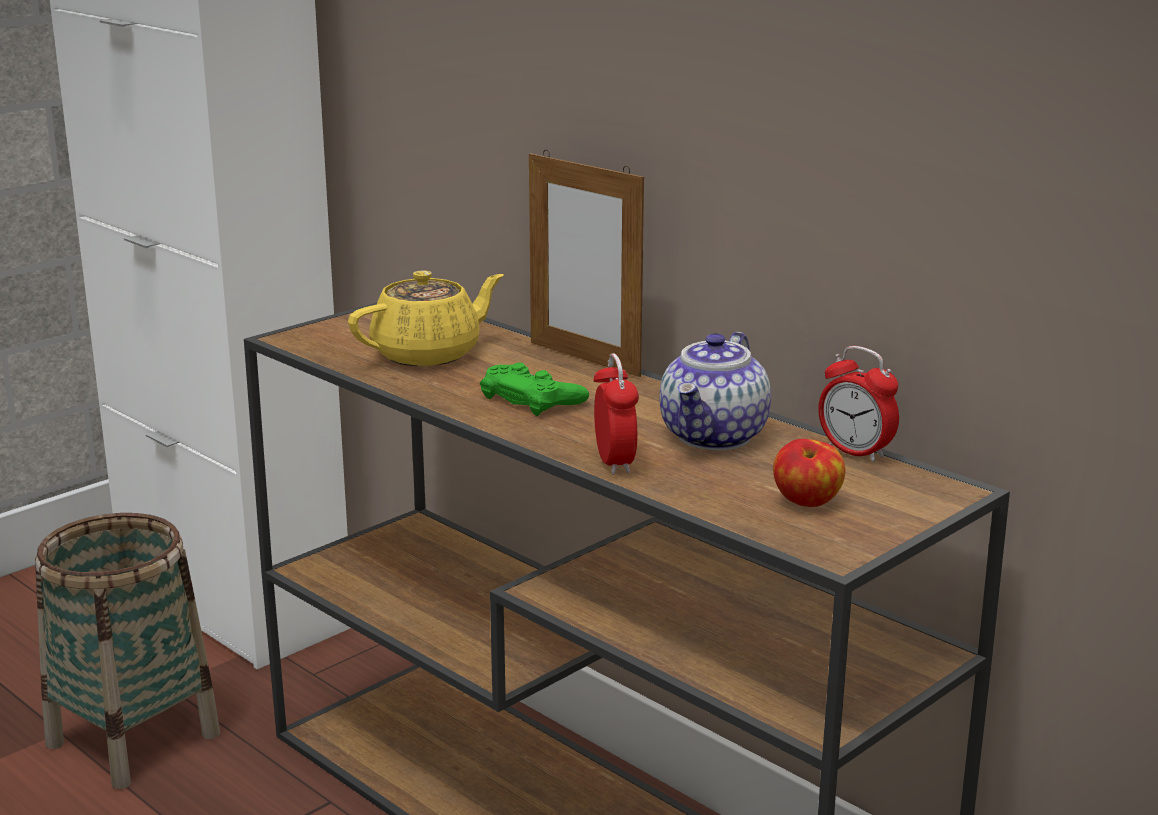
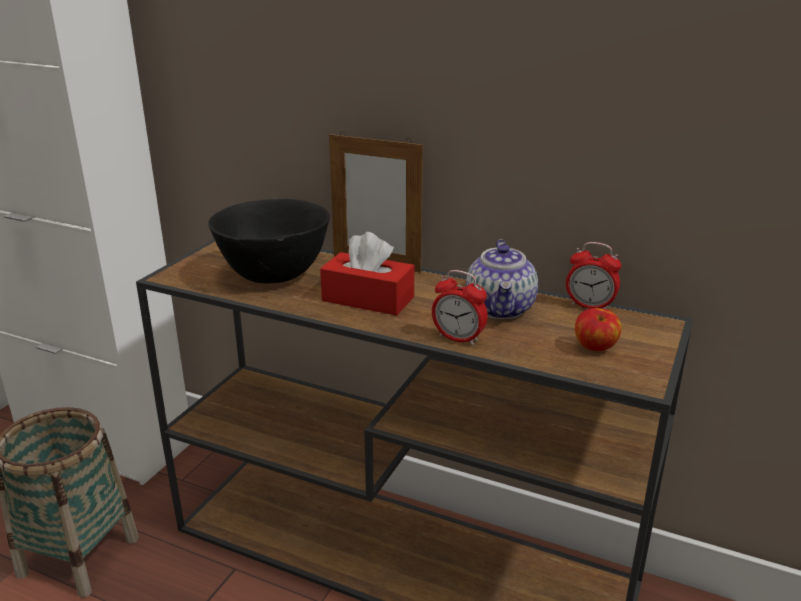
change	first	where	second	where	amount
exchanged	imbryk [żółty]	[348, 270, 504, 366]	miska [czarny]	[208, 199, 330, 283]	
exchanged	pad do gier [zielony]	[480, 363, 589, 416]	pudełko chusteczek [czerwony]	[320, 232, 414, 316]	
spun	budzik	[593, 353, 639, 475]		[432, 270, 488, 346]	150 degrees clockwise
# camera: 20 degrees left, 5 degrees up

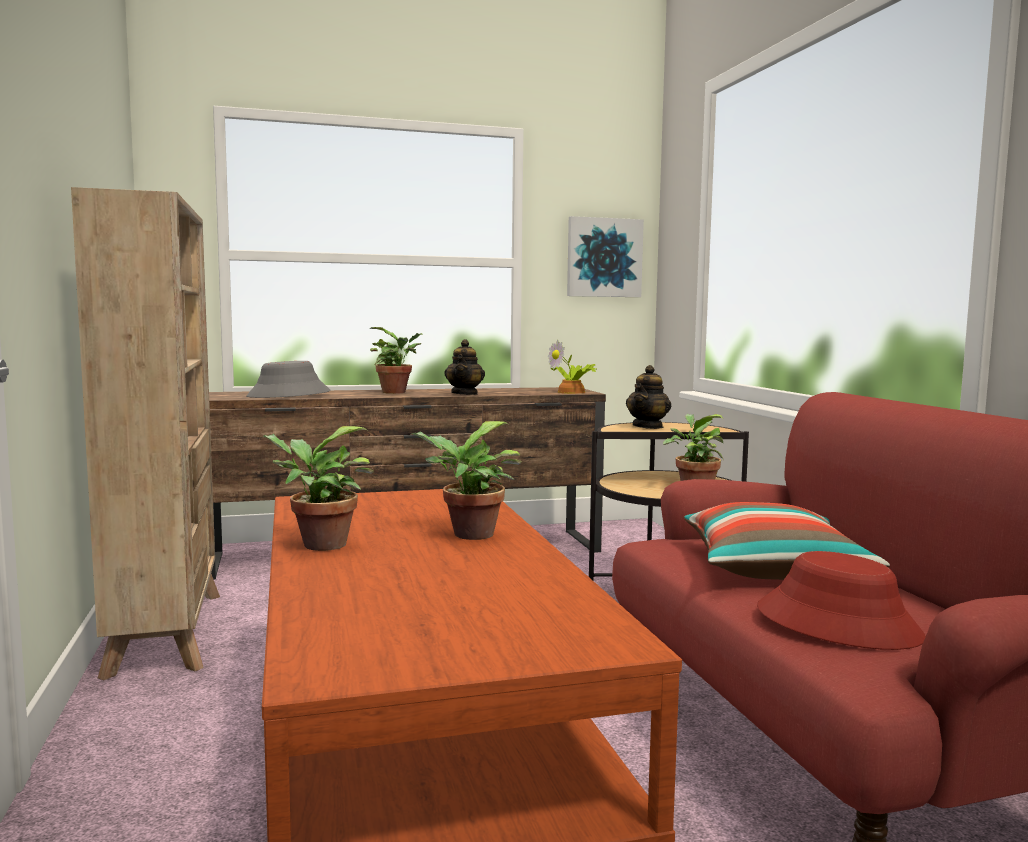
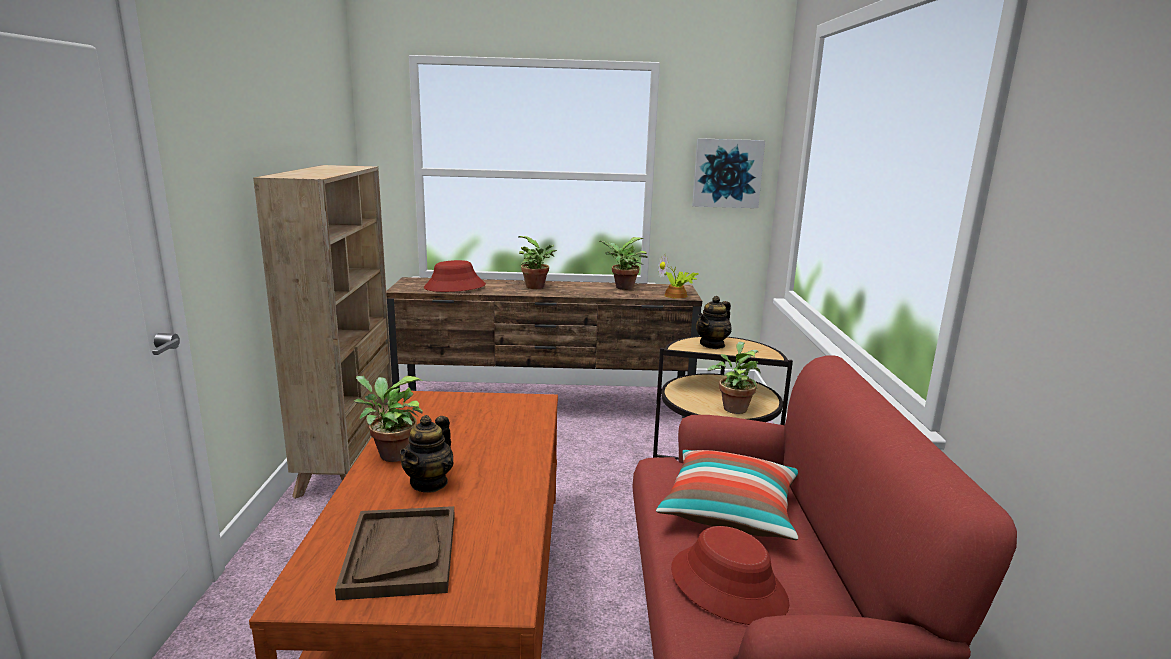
change	first	where	second	where	amount
appeared			taca [brązowy]	[335, 506, 455, 600]	
relocated	imbryk	[444, 339, 485, 395]		[400, 415, 454, 492]	
colour	kapelusz [szary]	[247, 361, 331, 398]	kapelusz [czerwony]	[424, 260, 486, 292]	
relocated	roślina doniczkowa	[410, 421, 522, 540]		[599, 237, 648, 290]	
# camera: 15 degrees right, 10 degrees up

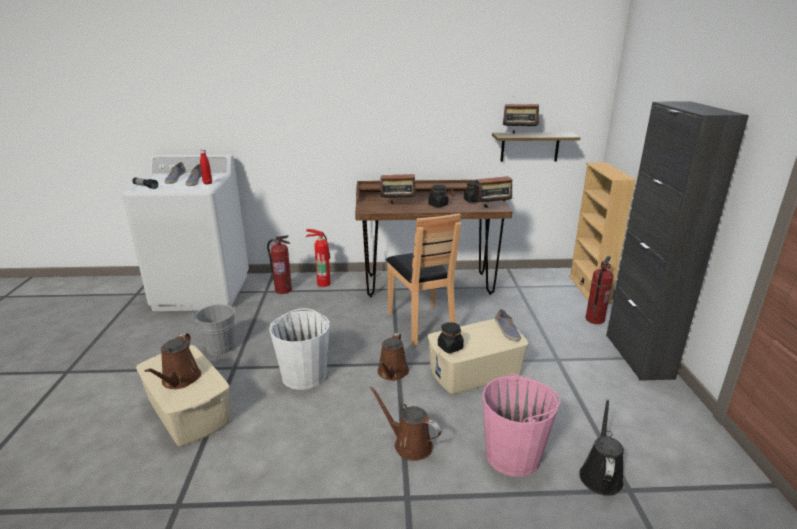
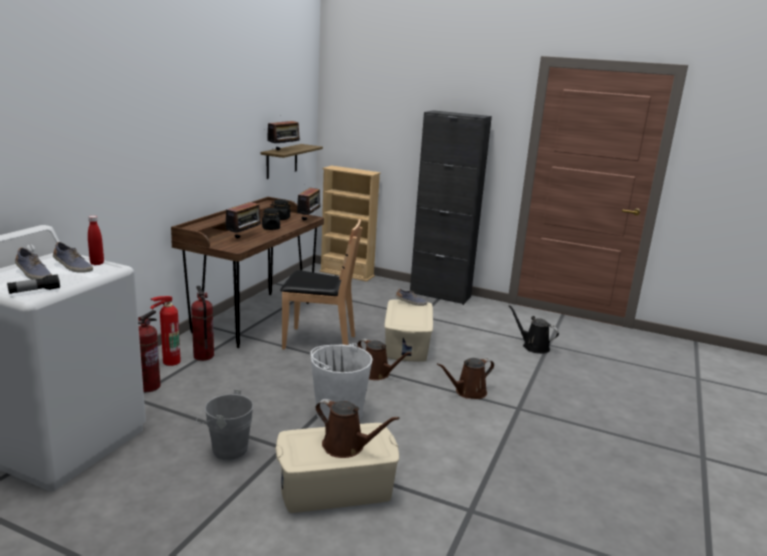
change	first	where	second	where	amount
relocated	gaśnica	[585, 256, 613, 324]		[191, 286, 214, 361]	
missing	słoik [czarny]	[438, 322, 464, 353]			
missing	wiadro [różowy]	[482, 373, 561, 477]			
# camera: 65 degrees left, 5 degrees down

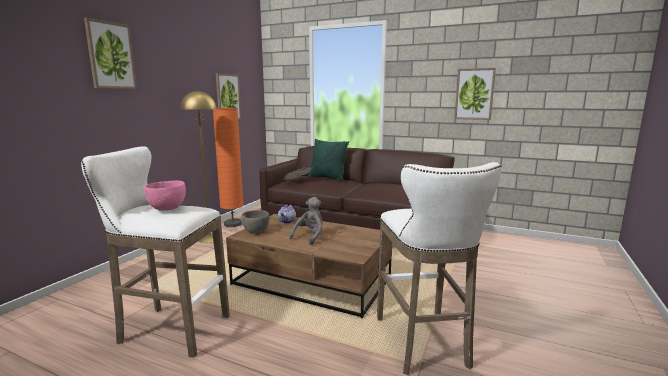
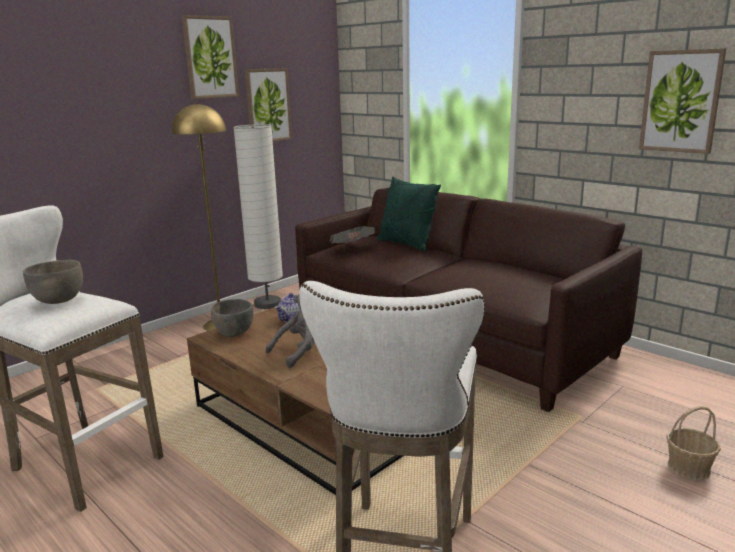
change	first	where	second	where	amount
colour	miska [różowy]	[144, 181, 186, 211]	miska [szary]	[23, 260, 83, 304]	
relocated	obraz	[84, 17, 137, 89]		[182, 15, 239, 99]	
colour	lampa stojąca [pomarańczowy]	[213, 108, 243, 227]	lampa stojąca [biały]	[233, 124, 283, 309]	
appeared			koszyk	[666, 406, 721, 480]	
# camera: 20 degrees right, 5 degrees up

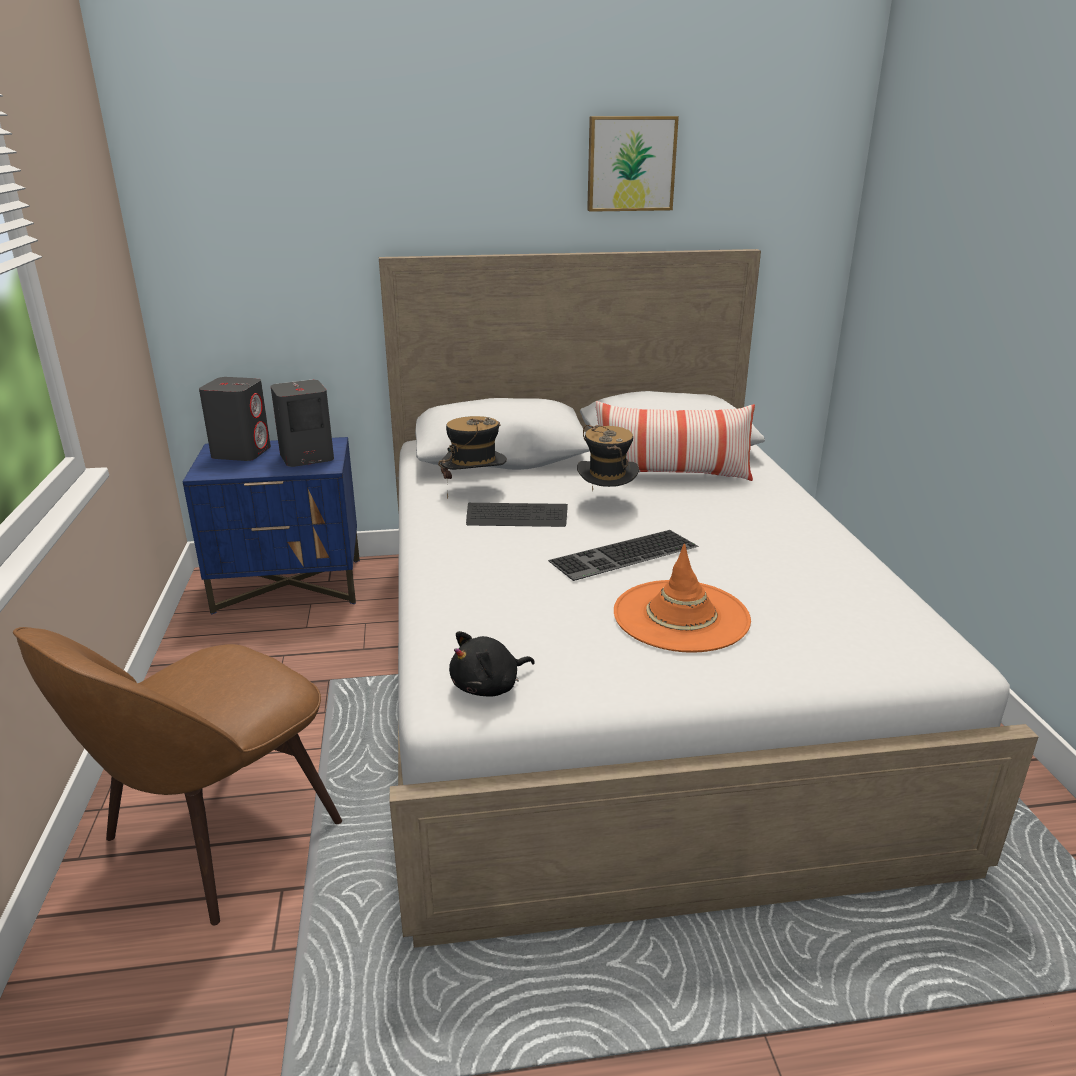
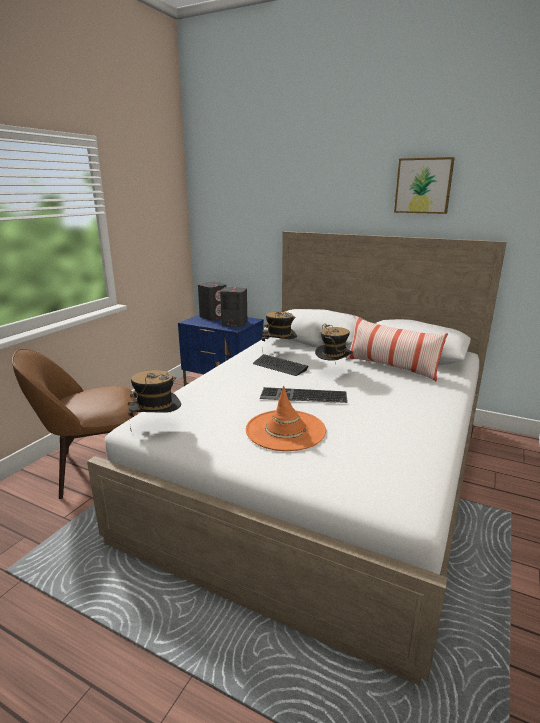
change	first	where	second	where	amount
exchanged	pluszak [czarny]	[449, 631, 535, 696]	kapelusz	[128, 370, 181, 432]	
# camera: 35 degrees right, 5 degrees down

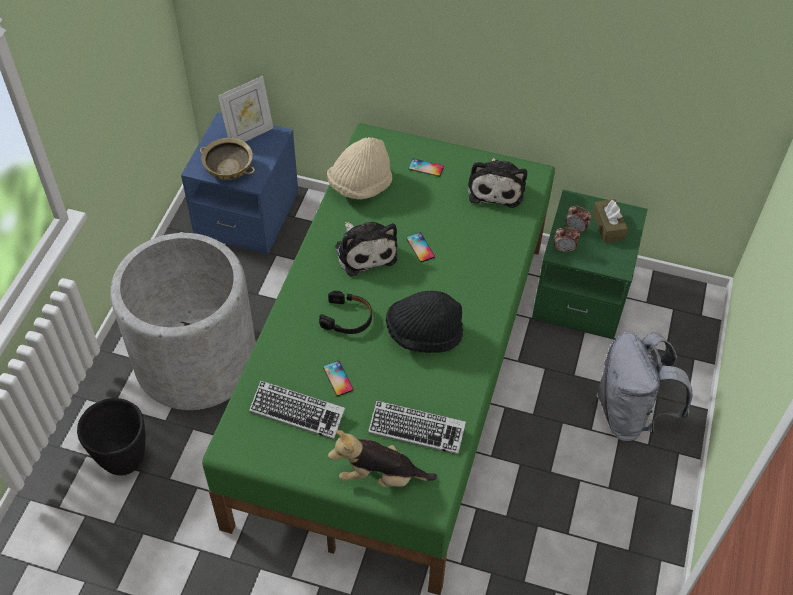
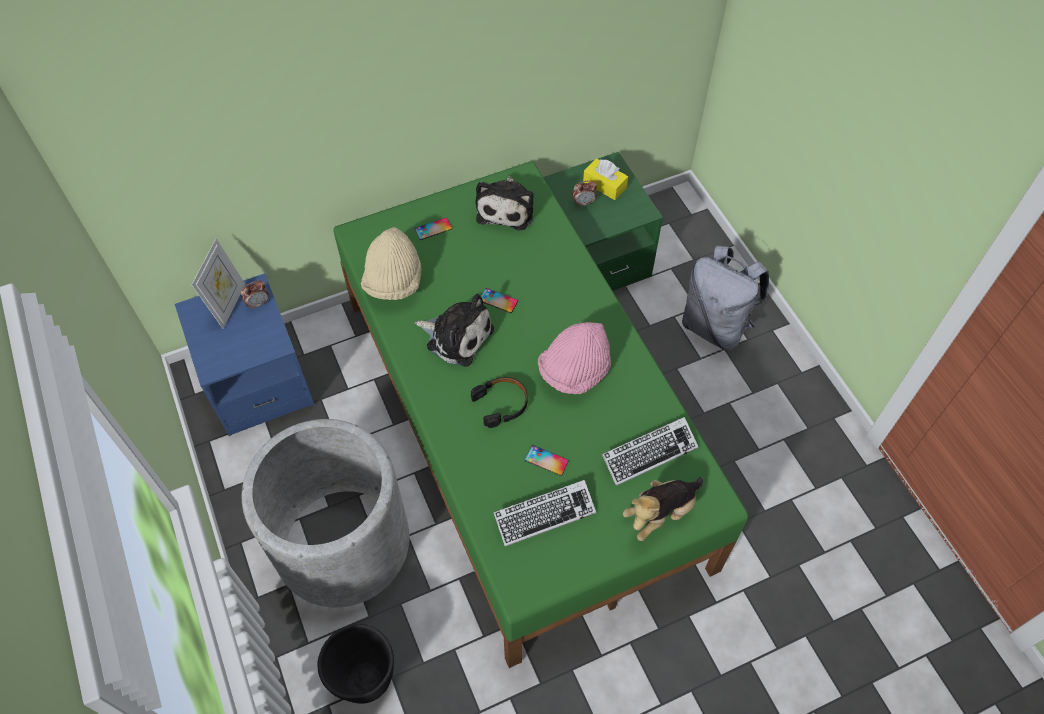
change	first	where	second	where	amount
relocated	budzik	[554, 227, 580, 253]		[241, 281, 269, 310]	
spun	pluszak	[468, 158, 527, 208]		[475, 176, 533, 231]	45 degrees clockwise
colour	kapelusz [czarny]	[386, 290, 463, 353]	kapelusz [różowy]	[538, 322, 611, 394]	
colour	pudełko chusteczek [brązowy]	[592, 199, 628, 243]	pudełko chusteczek [żółty]	[583, 159, 628, 200]	
missing	miska [beżowy]	[200, 138, 255, 180]			
# camera: 40 degrees left, 5 degrees up

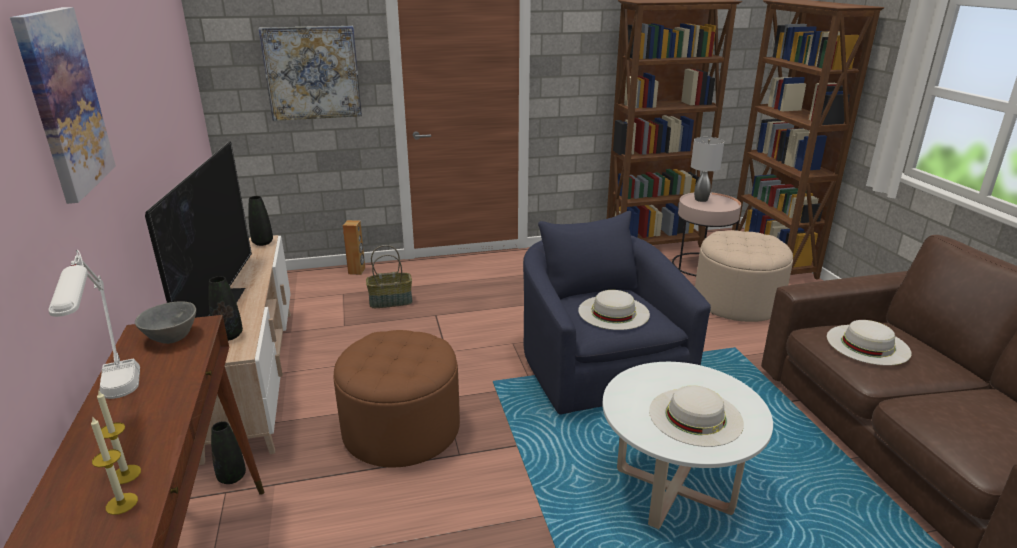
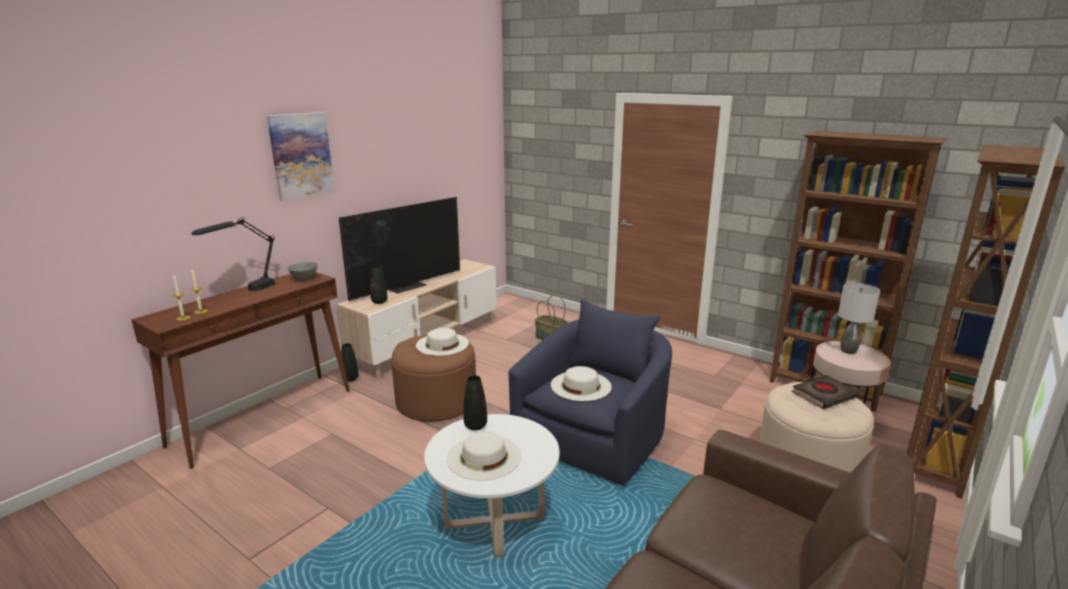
change	first	where	second	where	amount
colour	lampa stołowa [biały]	[48, 250, 140, 399]	lampa stołowa [czarny]	[191, 217, 276, 291]	
relocated	kapelusz [biały]	[827, 320, 912, 365]		[416, 328, 469, 356]	
relocated	wazon [czarny]	[248, 196, 273, 246]		[463, 375, 487, 430]	
appeared			książka [czarny]	[792, 375, 859, 409]	
missing	obraz	[258, 26, 362, 121]			
missing	głośnik [brązowy]	[343, 220, 365, 275]			
# camera: 50 degrees right, 5 degrees down

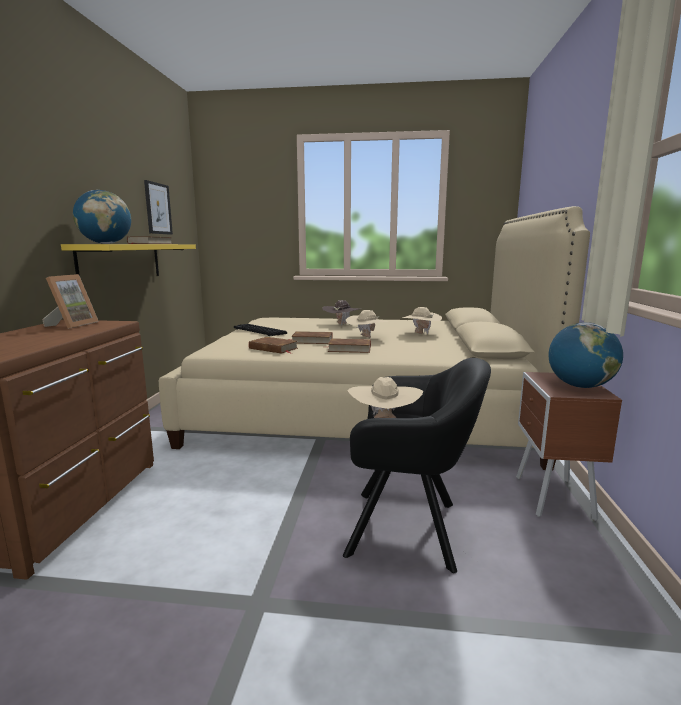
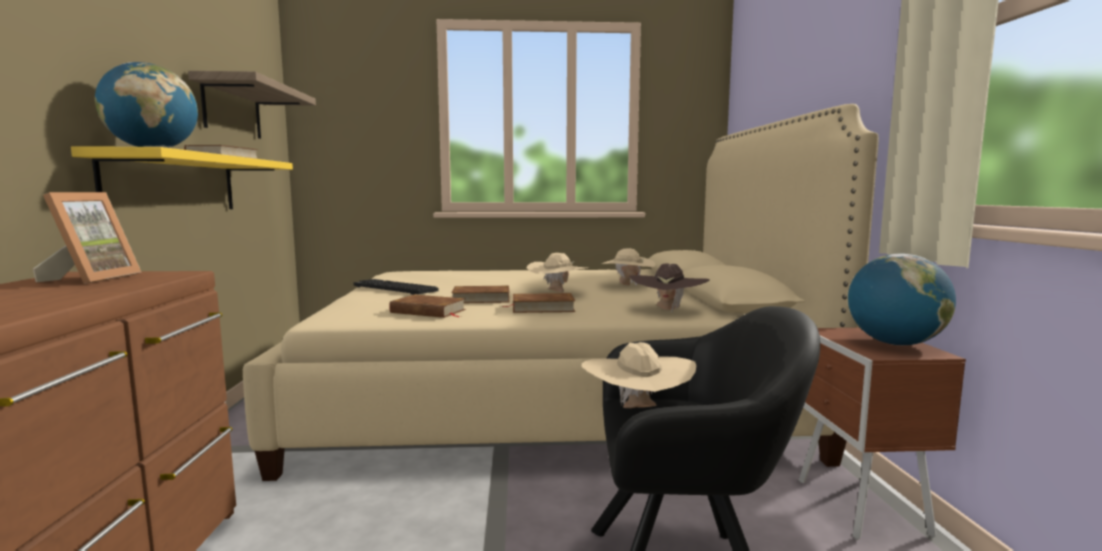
change	first	where	second	where	amount
exchanged	obraz	[144, 180, 173, 235]	półka	[188, 71, 316, 139]	
relocated	kapelusz [brązowy]	[322, 300, 361, 326]		[629, 263, 710, 312]	
# camera: 10 degrees left, 5 degrees down

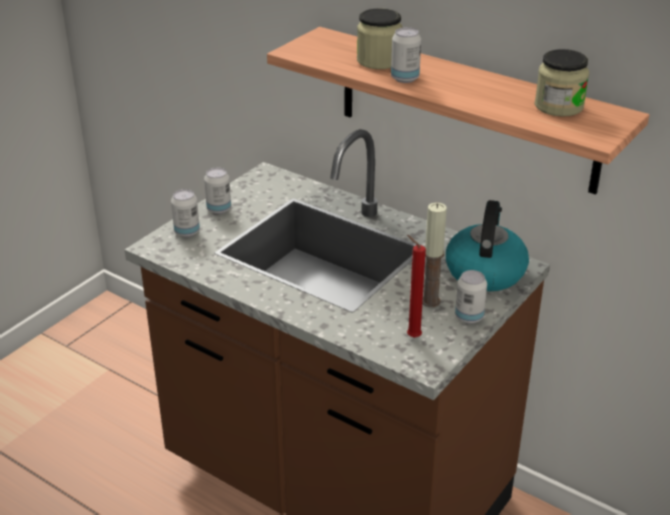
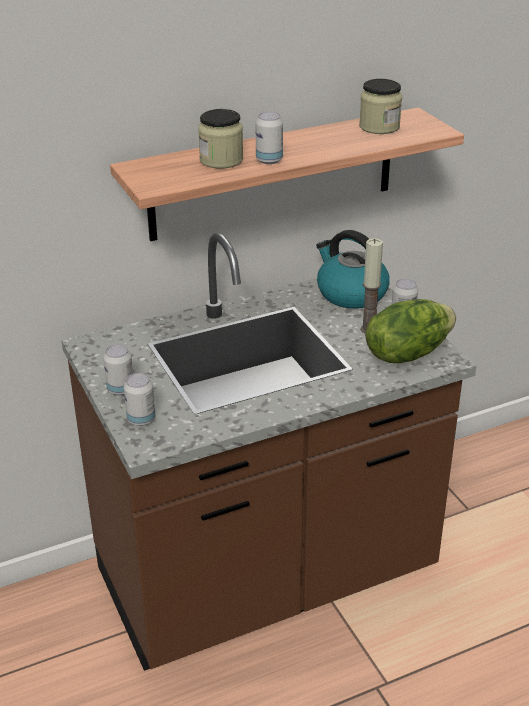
change	first	where	second	where	amount
exchanged	świeca [czerwony]	[407, 235, 426, 338]	sałata	[365, 299, 456, 363]	
# camera: 60 degrees left, 0 degrees up

